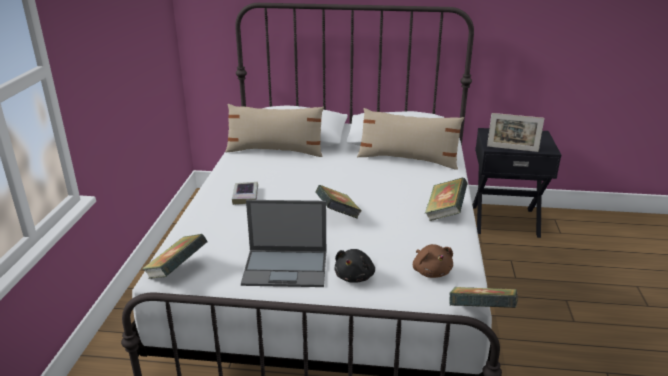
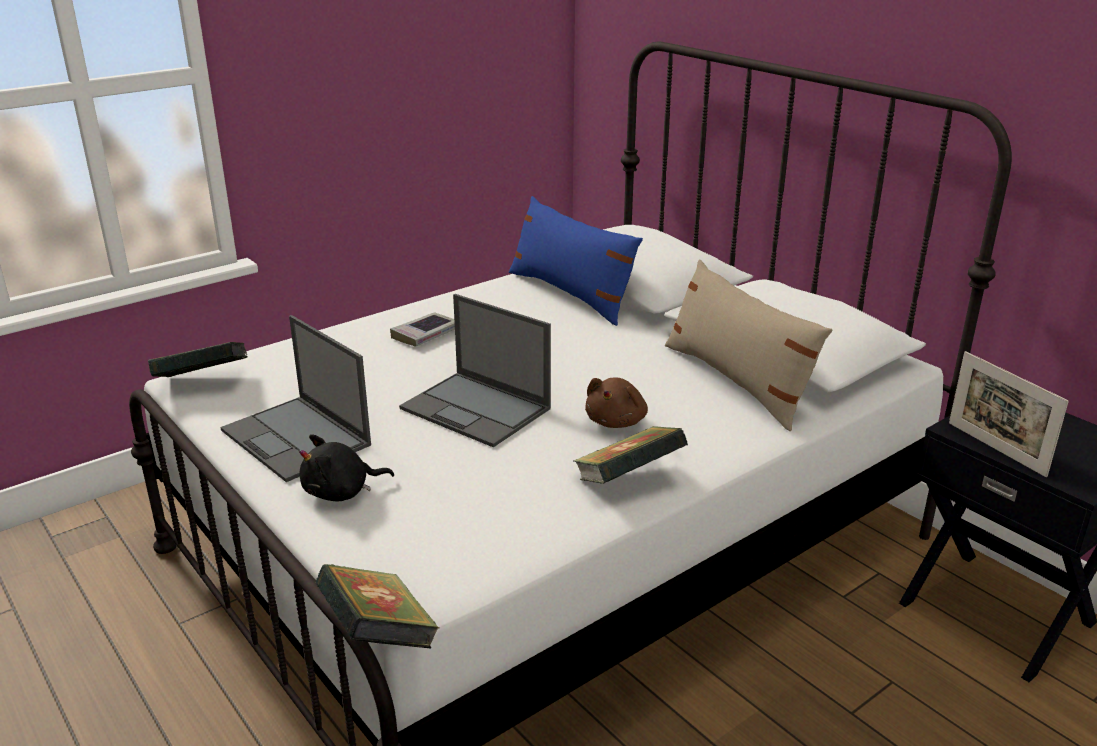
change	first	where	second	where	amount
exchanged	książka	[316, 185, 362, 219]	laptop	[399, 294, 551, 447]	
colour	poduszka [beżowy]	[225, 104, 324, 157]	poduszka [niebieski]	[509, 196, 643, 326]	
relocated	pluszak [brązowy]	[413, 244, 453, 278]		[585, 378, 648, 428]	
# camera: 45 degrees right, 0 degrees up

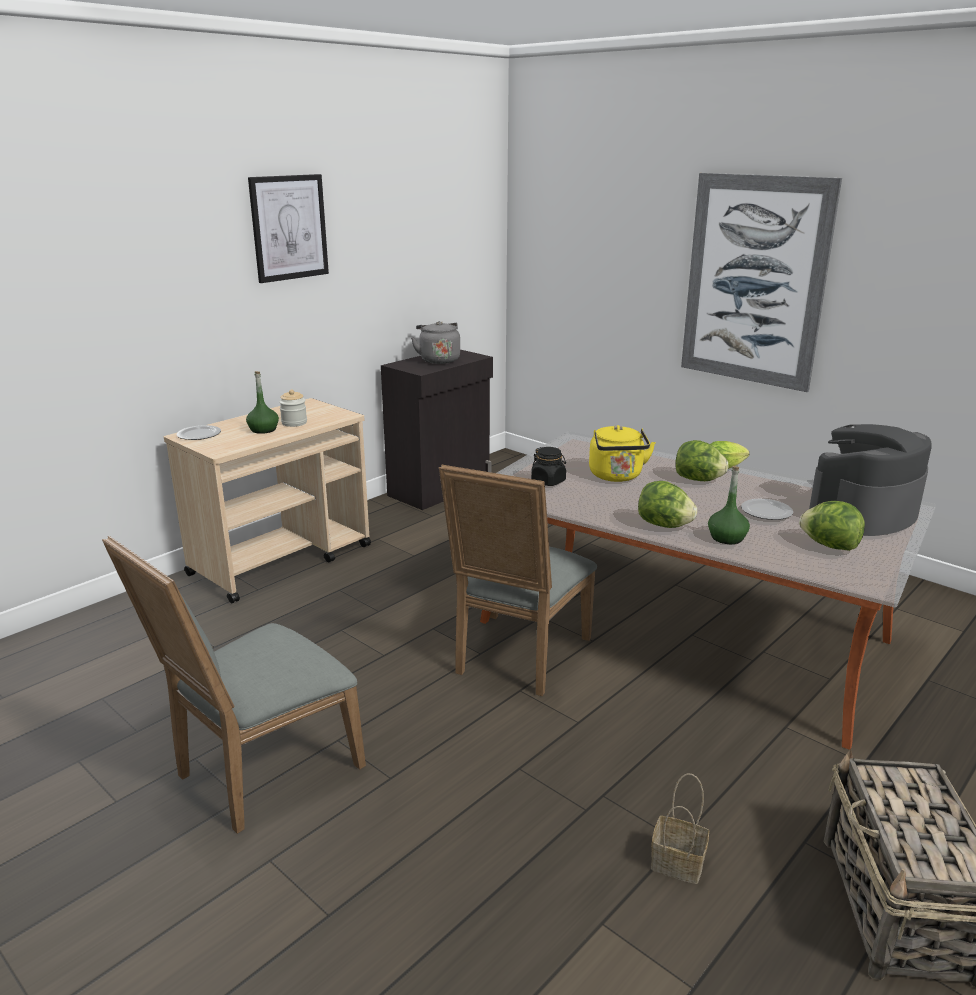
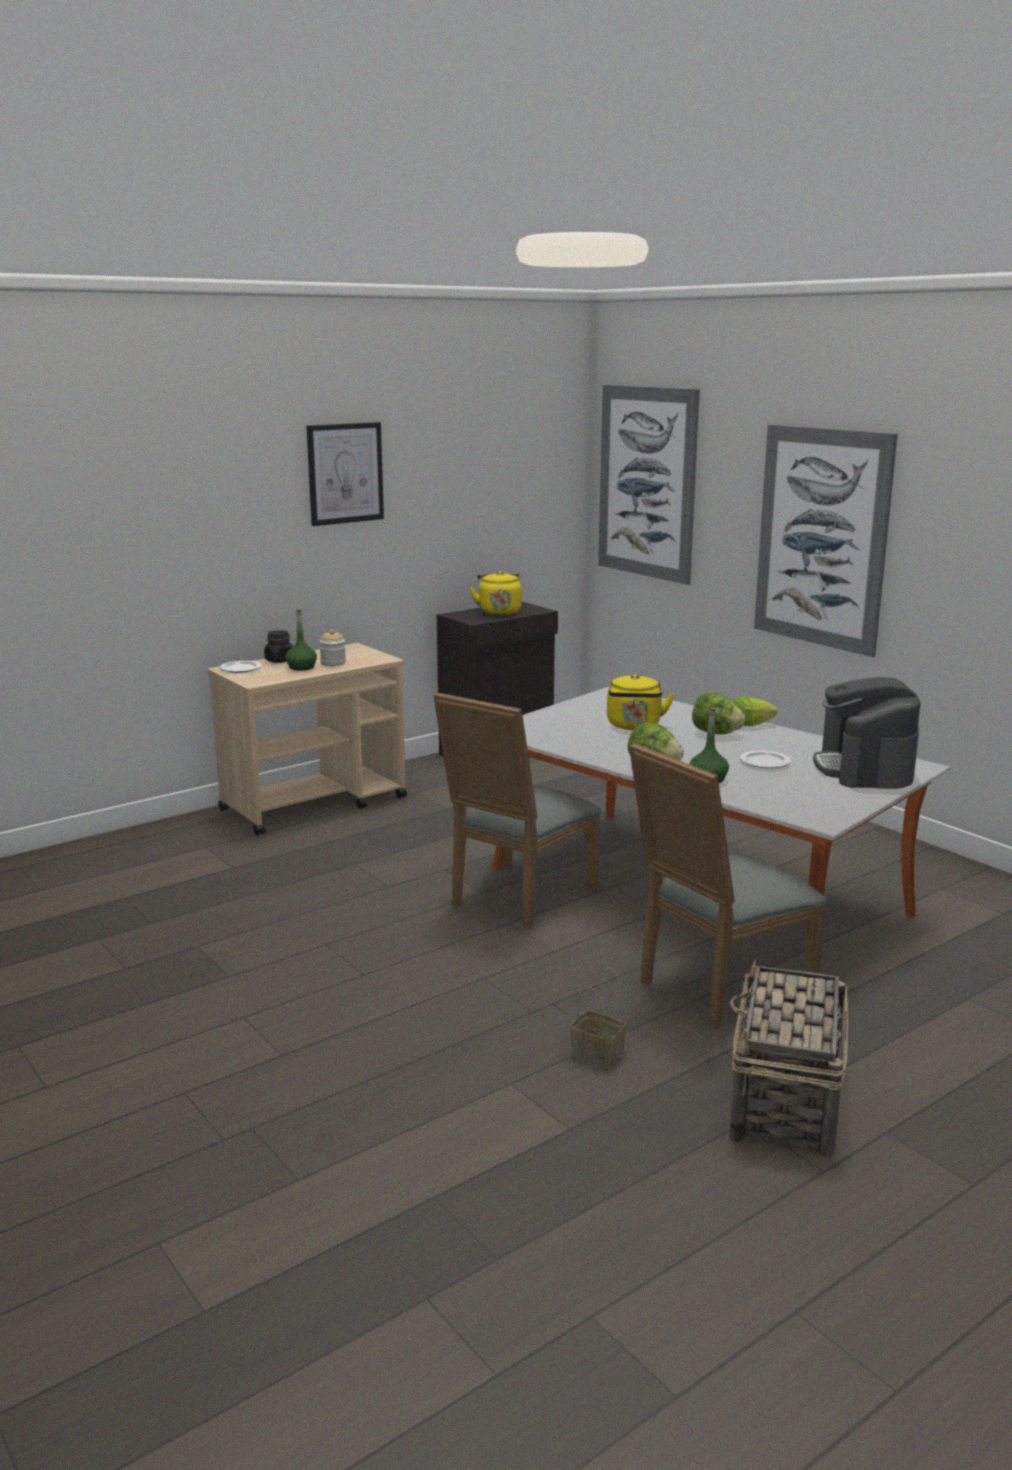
change	first	where	second	where	amount
relocated	słoik [czarny]	[531, 447, 566, 486]		[264, 630, 293, 663]	
colour	czajnik [szary]	[411, 321, 460, 364]	czajnik [żółty]	[469, 571, 522, 616]	
appeared			obraz	[598, 385, 700, 585]	
relocated	krzesło [szary]	[102, 536, 366, 834]		[629, 743, 826, 1028]	
spun	ekspres do kawy	[809, 424, 932, 536]		[813, 677, 920, 789]	60 degrees counterclockwise
missing	sałata	[799, 501, 865, 551]			
# camera: 10 degrees right, 5 degrees down

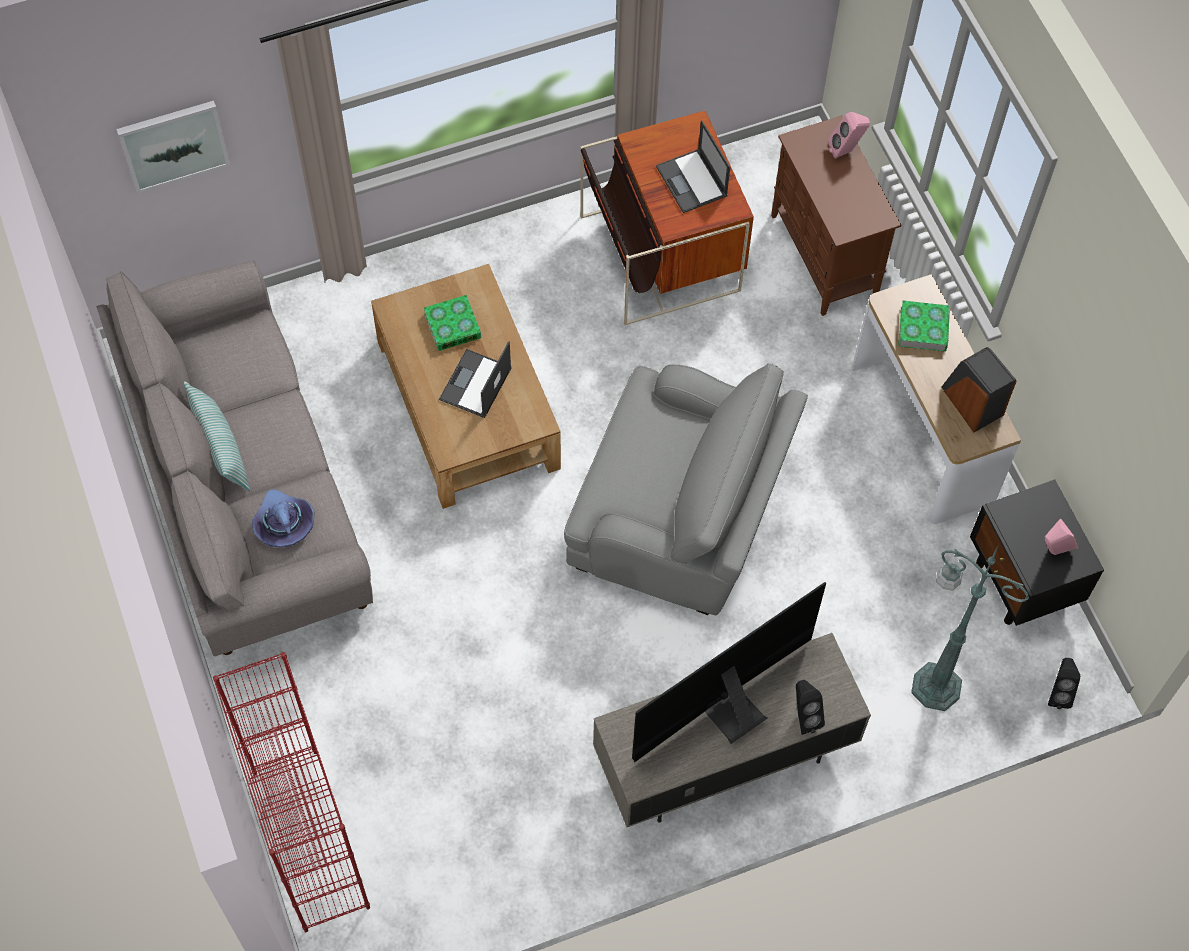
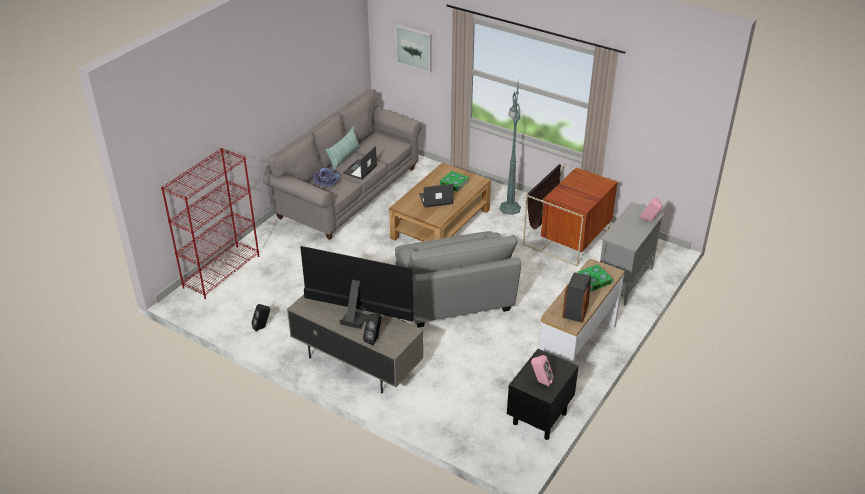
change	first	where	second	where	amount
relocated	głośnik [czarny]	[1048, 658, 1080, 709]		[252, 304, 270, 331]	
relocated	laptop	[656, 120, 730, 213]		[343, 146, 377, 179]	
relocated	lampa stojąca [zielony]	[911, 544, 1029, 711]		[500, 85, 521, 215]	
colour	szafka [brązowy]	[771, 115, 901, 316]	szafka [szary]	[600, 202, 665, 306]	
# camera: 55 degrees right, 25 degrees down

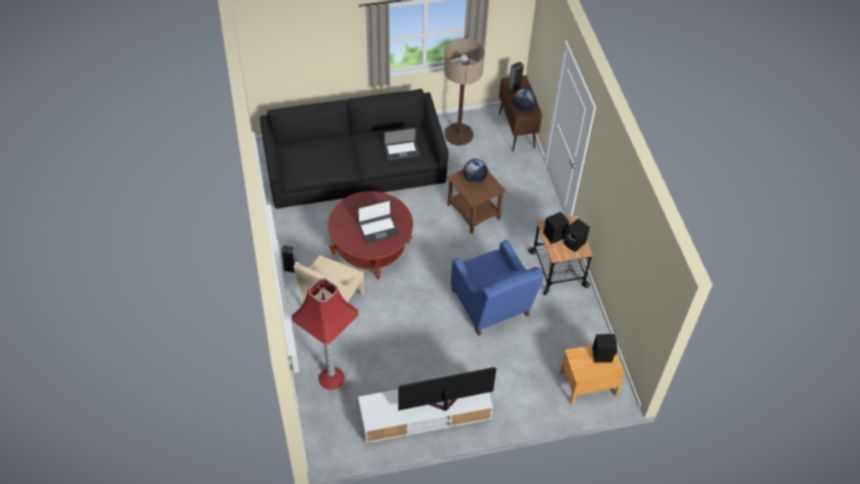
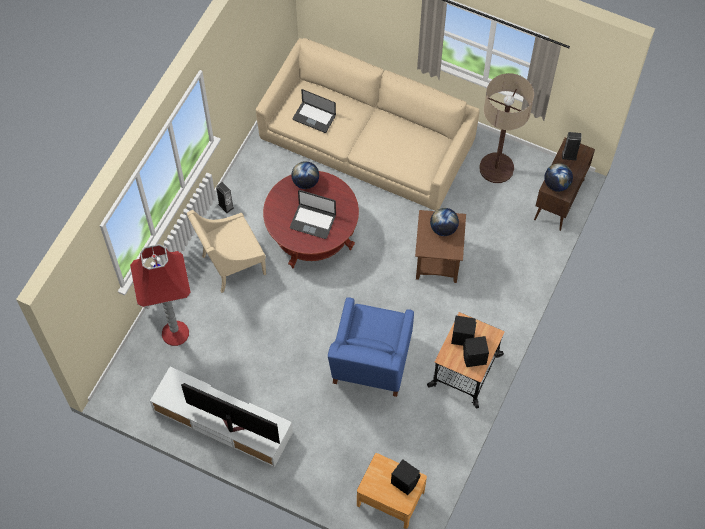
change	first	where	second	where	amount
colour	kanapa [czarny]	[260, 89, 449, 209]	kanapa [beżowy]	[256, 38, 480, 211]	
appeared			globus	[291, 161, 319, 189]	
relocated	laptop	[384, 128, 420, 161]		[292, 89, 336, 133]	
# camera: 40 degrees right, 10 degrees up

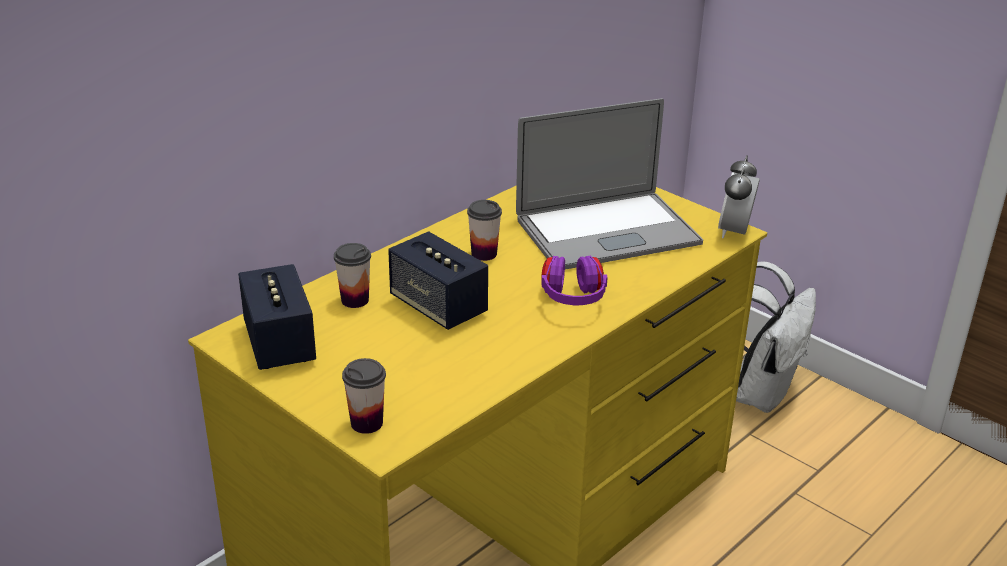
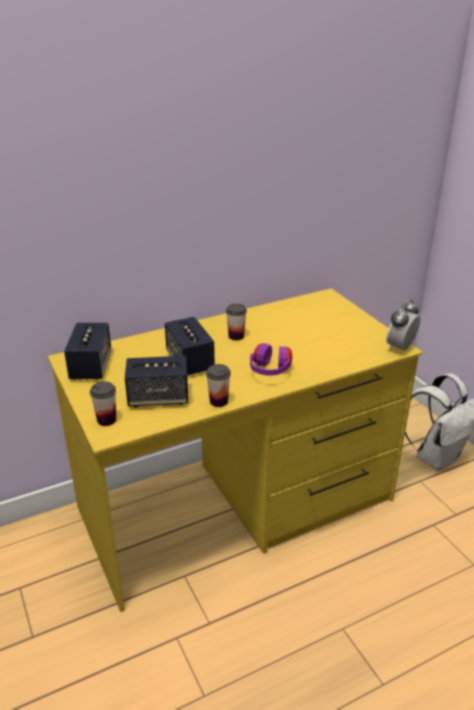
change	first	where	second	where	amount
appeared			głośnik	[125, 356, 188, 407]	
relocated	filiżanka	[334, 243, 371, 308]		[206, 364, 231, 407]	
missing	laptop	[516, 98, 703, 270]			
# camera: 20 degrees right, 0 degrees up

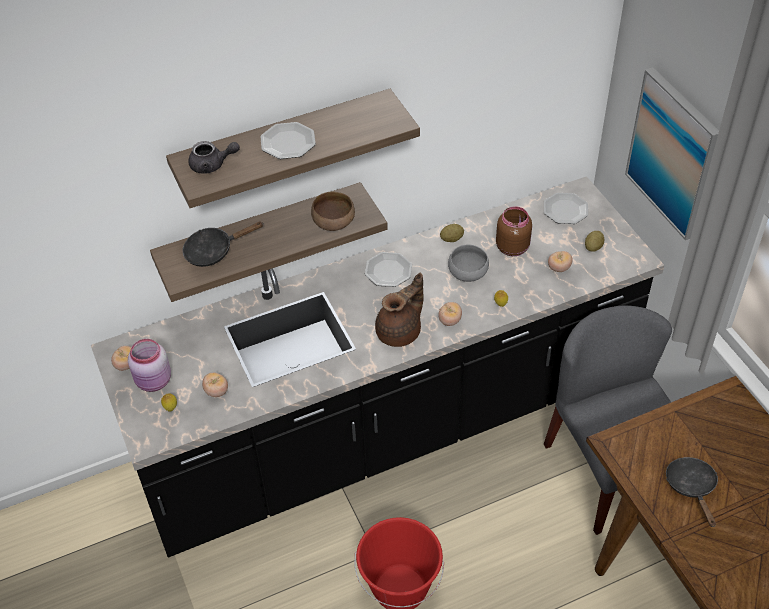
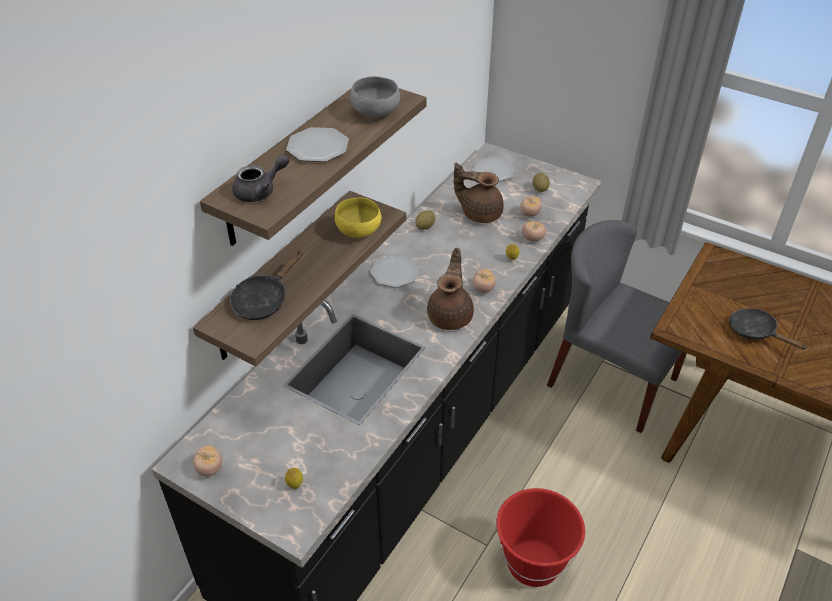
change	first	where	second	where	amount
colour	miska [brązowy]	[311, 191, 355, 231]	miska [żółty]	[335, 198, 382, 238]	
relocated	miska [szary]	[448, 245, 489, 282]		[350, 76, 400, 117]	
exchanged	słoik [brązowy]	[496, 206, 532, 256]	imbryk [brązowy]	[454, 163, 504, 223]	
relocated	pomidor	[202, 373, 228, 397]		[522, 221, 546, 241]	
missing	słoik [różowy]	[128, 339, 171, 392]			
missing	obraz	[625, 67, 719, 240]			
# camera: 35 degrees left, 5 degrees down

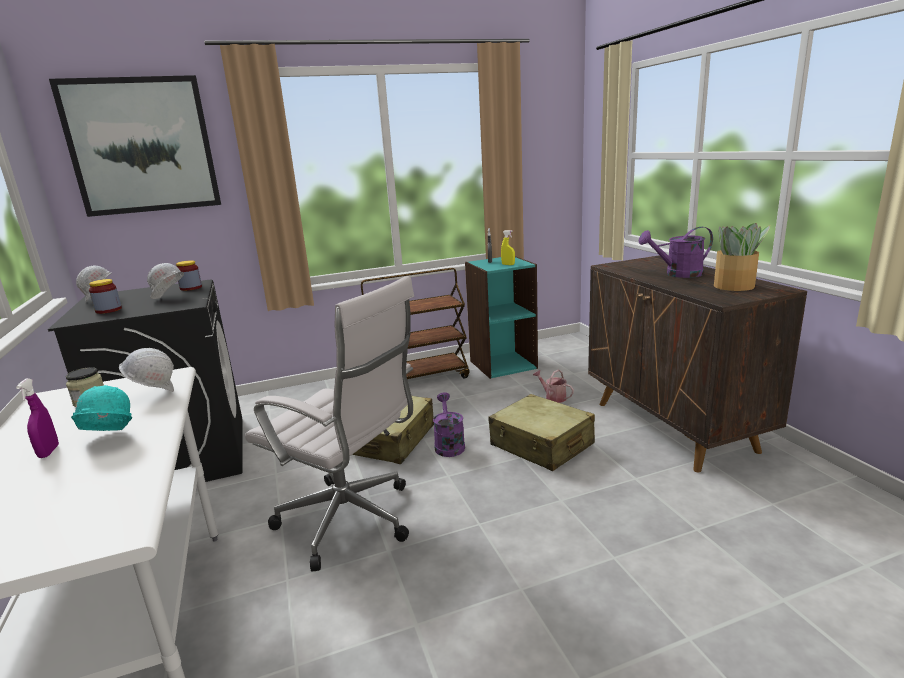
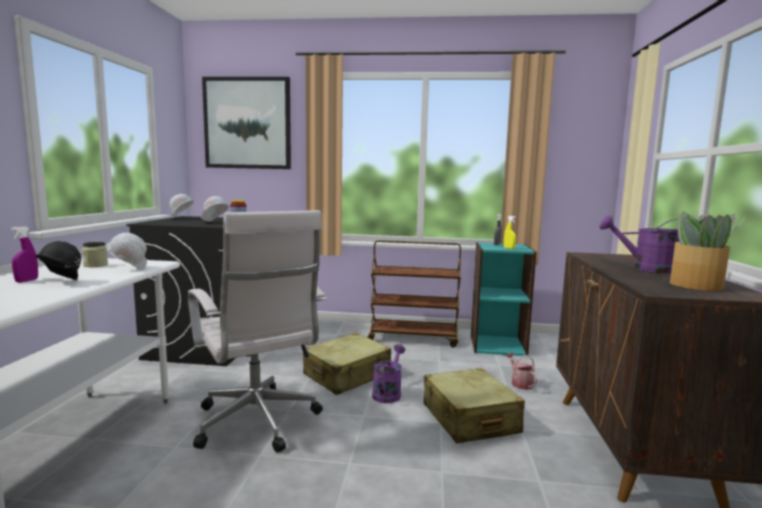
change	first	where	second	where	amount
colour	kask [turkusowy]	[71, 385, 132, 431]	kask [czarny]	[35, 241, 81, 280]	
missing	słoik	[89, 279, 122, 314]			
# camera: 25 degrees right, 10 degrees down

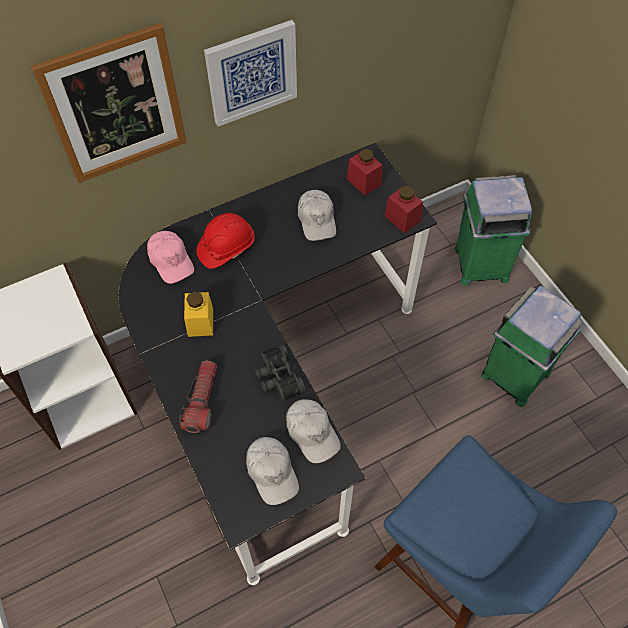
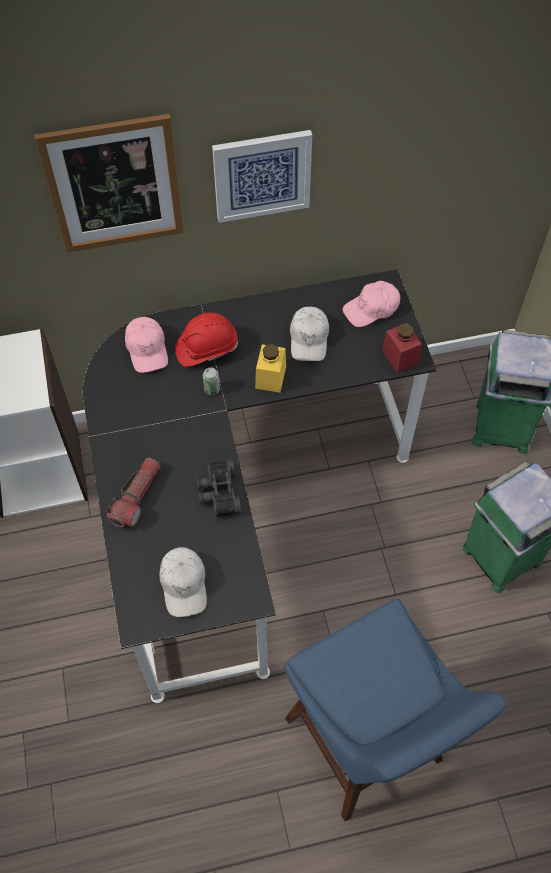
change	first	where	second	where	amount
appeared			puszka	[203, 367, 220, 395]	
relocated	słoik [żółty]	[184, 292, 213, 337]		[255, 344, 286, 393]	
exchanged	słoik [czerwony]	[347, 149, 382, 195]	czapka z daszkiem [różowy]	[343, 281, 400, 327]	
missing	czapka z daszkiem [biały]	[286, 399, 341, 463]			
# camera: 15 degrees right, 0 degrees up

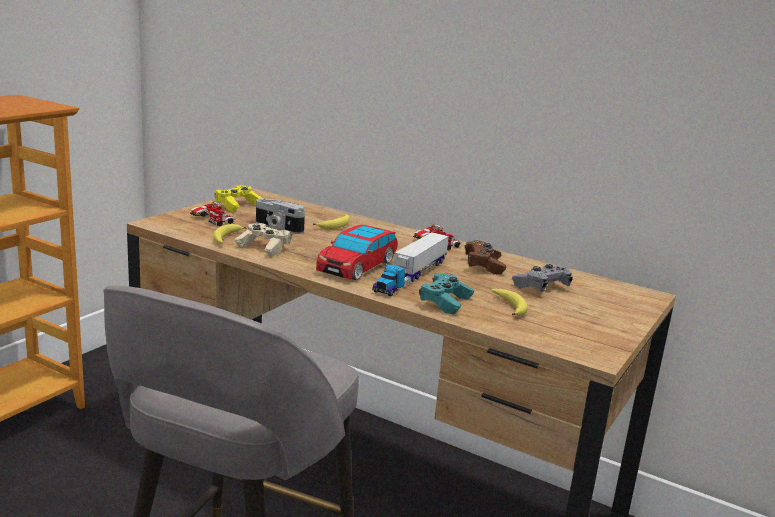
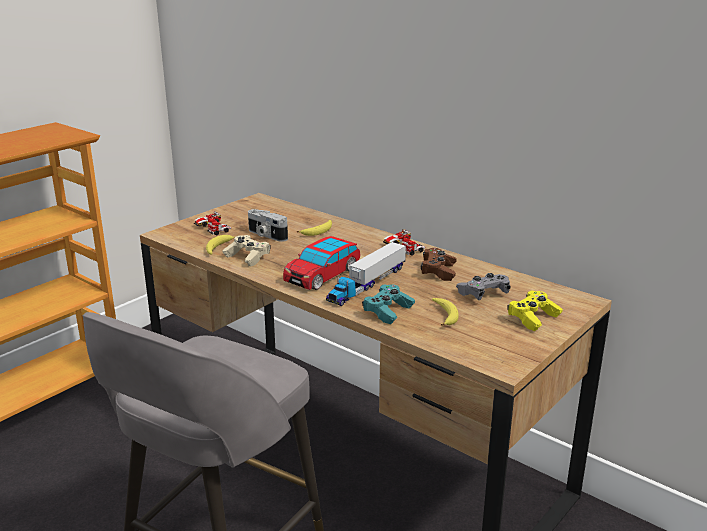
change	first	where	second	where	amount
relocated	pad do gier [żółty]	[215, 185, 262, 212]		[507, 290, 563, 331]	
# camera: 10 degrees right, 5 degrees up

